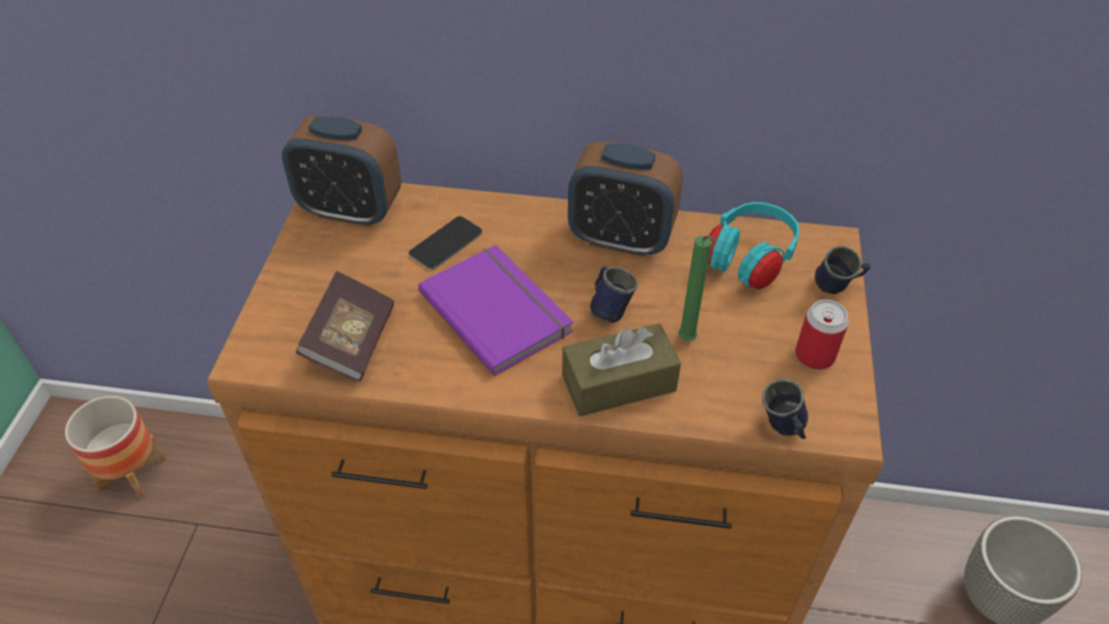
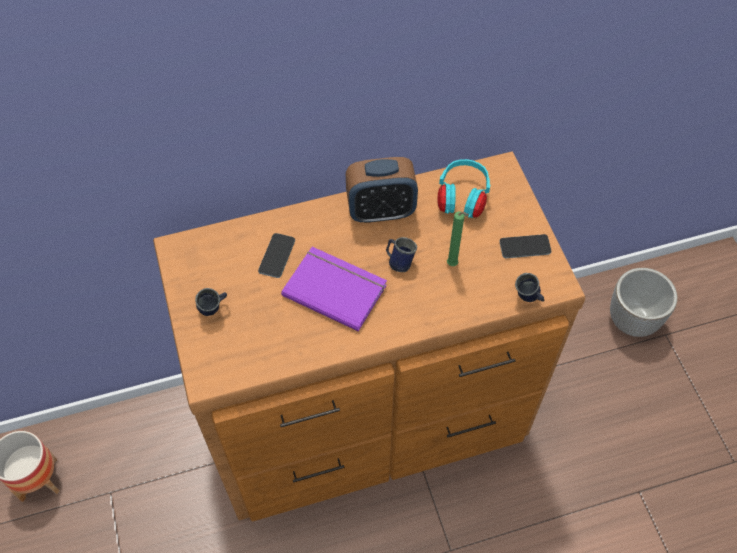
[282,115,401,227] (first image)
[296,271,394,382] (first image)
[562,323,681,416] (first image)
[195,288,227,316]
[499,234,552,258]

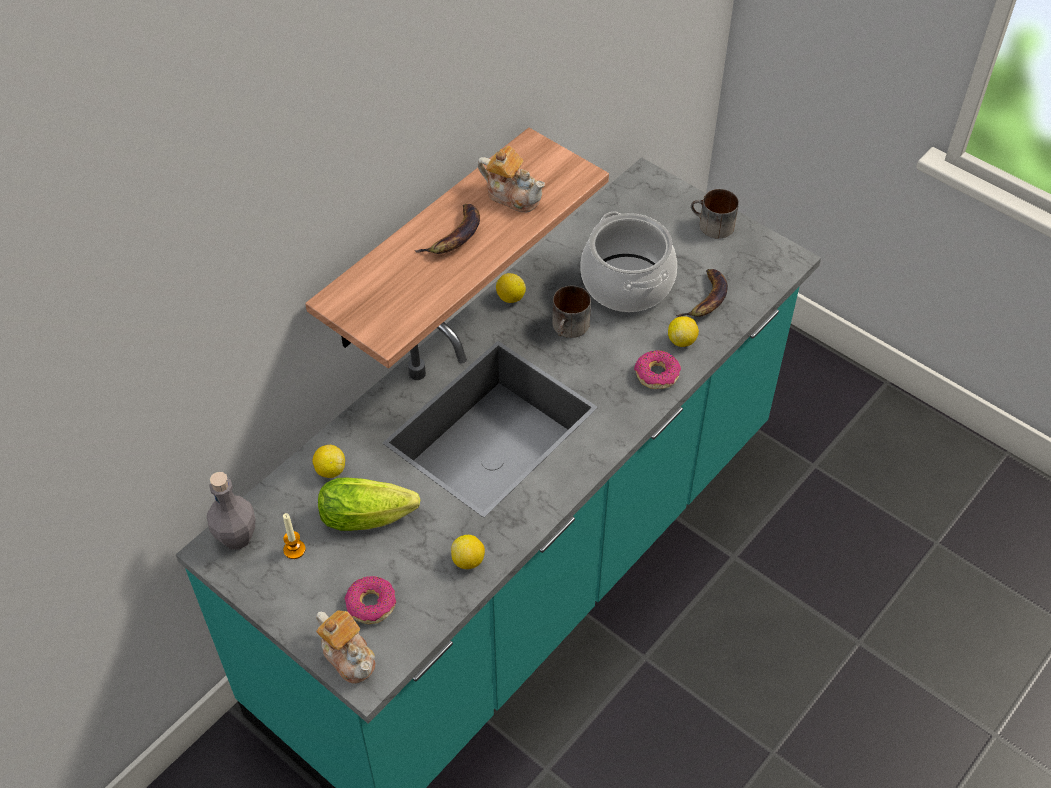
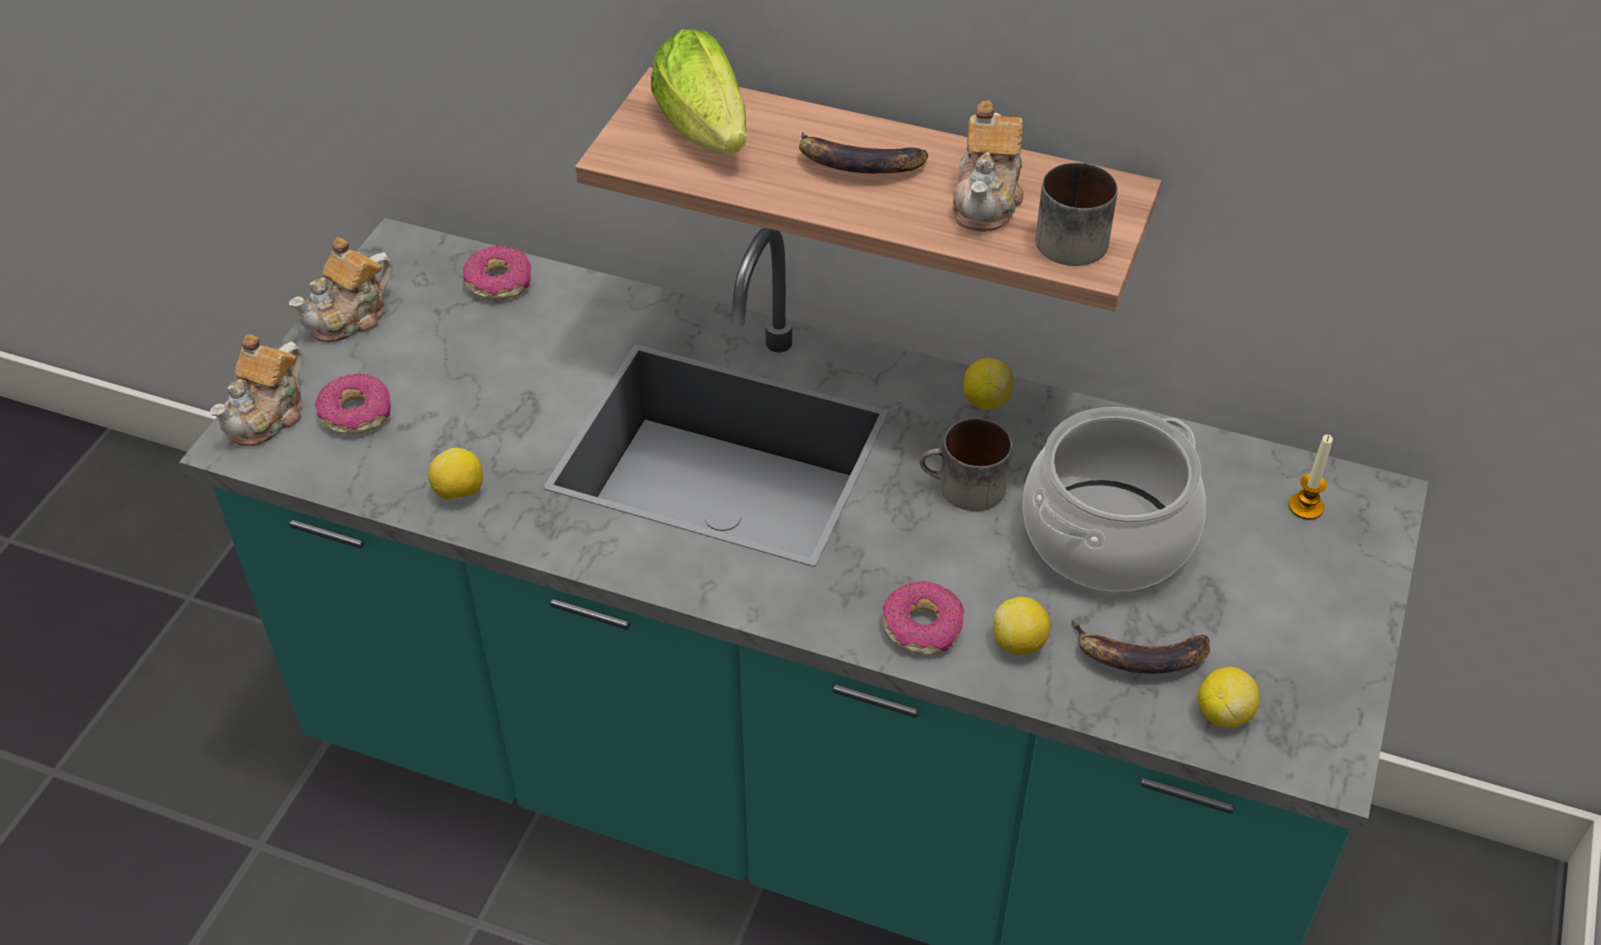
[207,472,255,549] (first image)
[289,237,393,343]
[463,246,531,300]
[1289,435,1333,520]
[1198,667,1260,728]
[651,29,746,154]
[1035,162,1118,266]

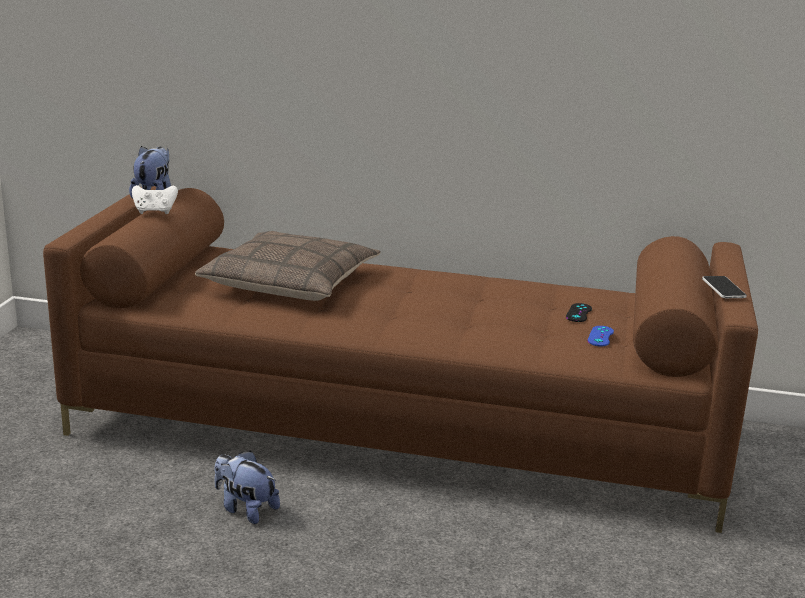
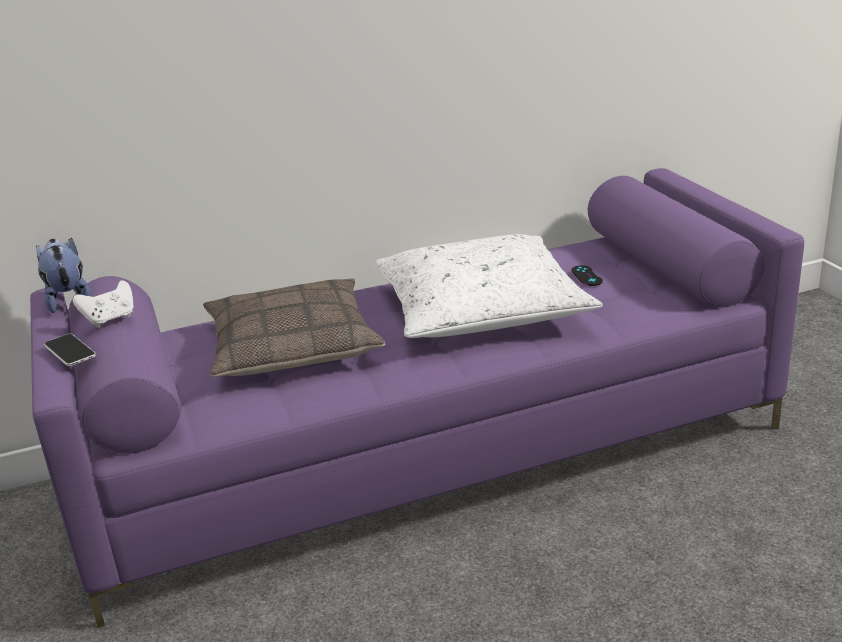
[214,451,280,524] (first image)
[587,326,614,346] (first image)
[374,234,603,338]
[44,334,96,366]
[30,168,804,628]

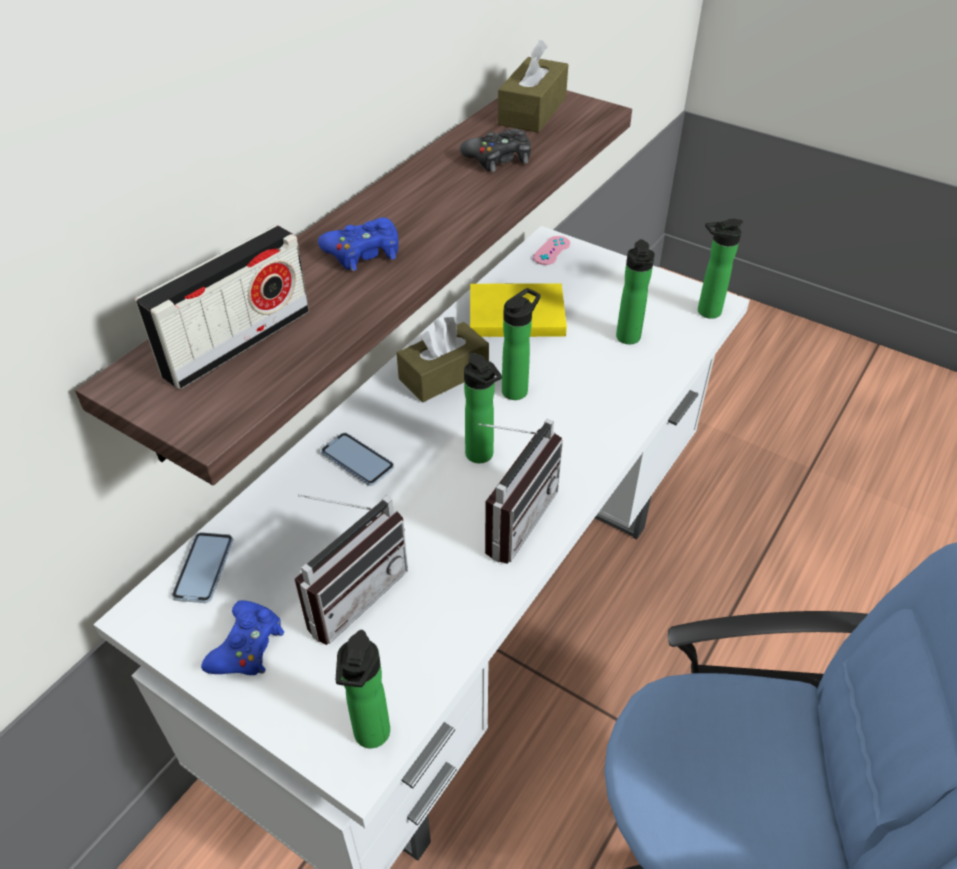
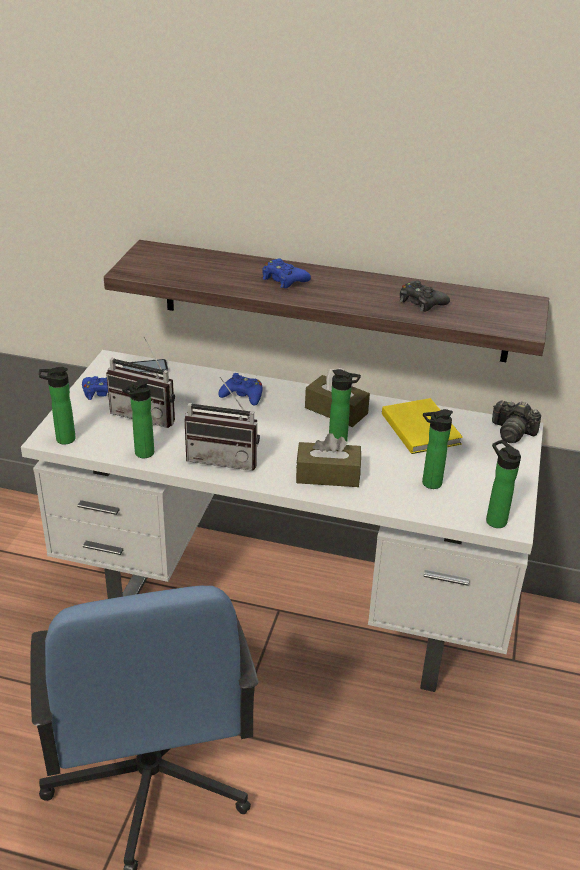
[135,225,309,389] (first image)
[122,378,154,458]
[296,433,361,487]
[218,373,263,406]
[492,401,541,443]

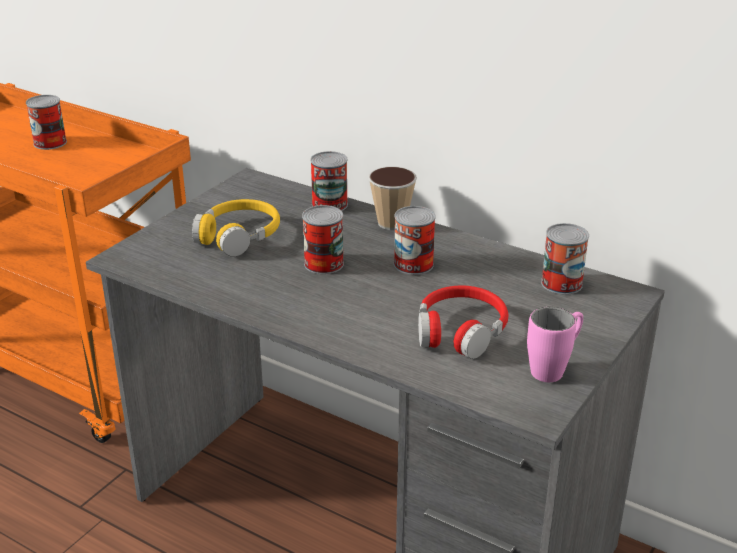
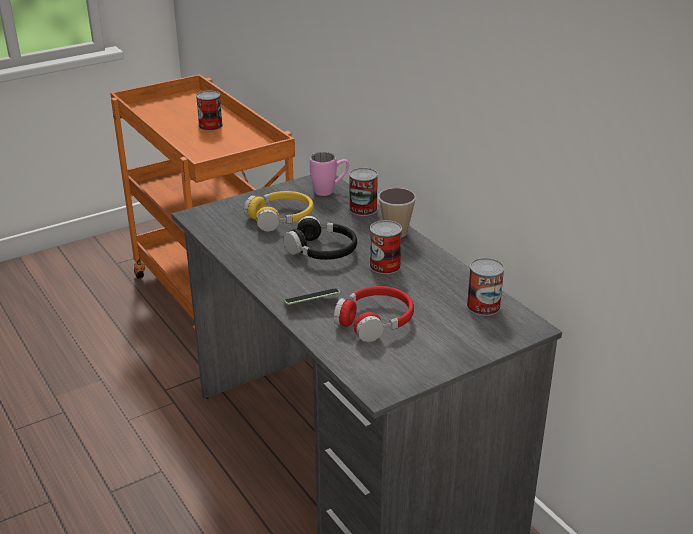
[284,288,341,305]
[310,152,349,196]
[283,216,357,260]

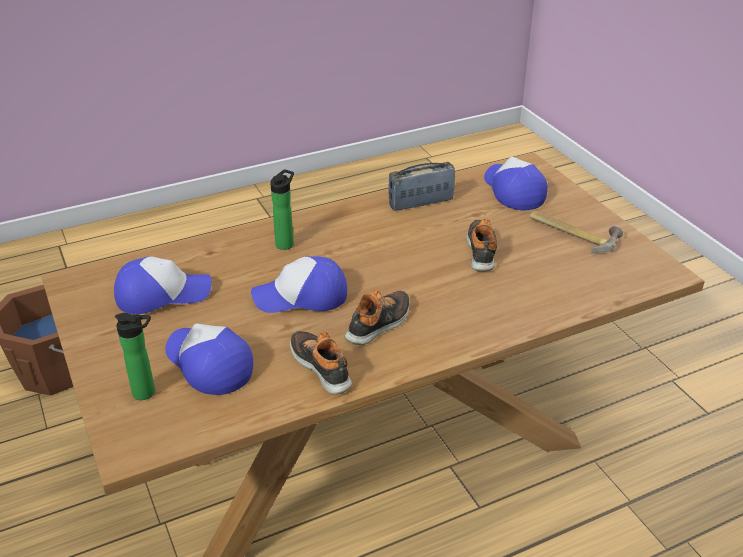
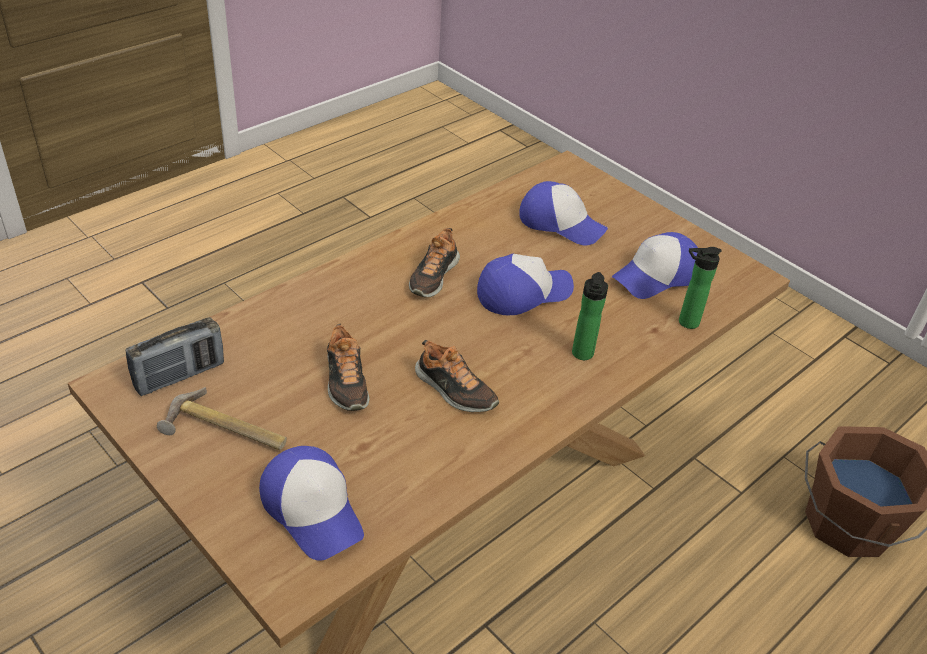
[679,247,722,329]
[415,340,499,412]
[125,317,224,396]

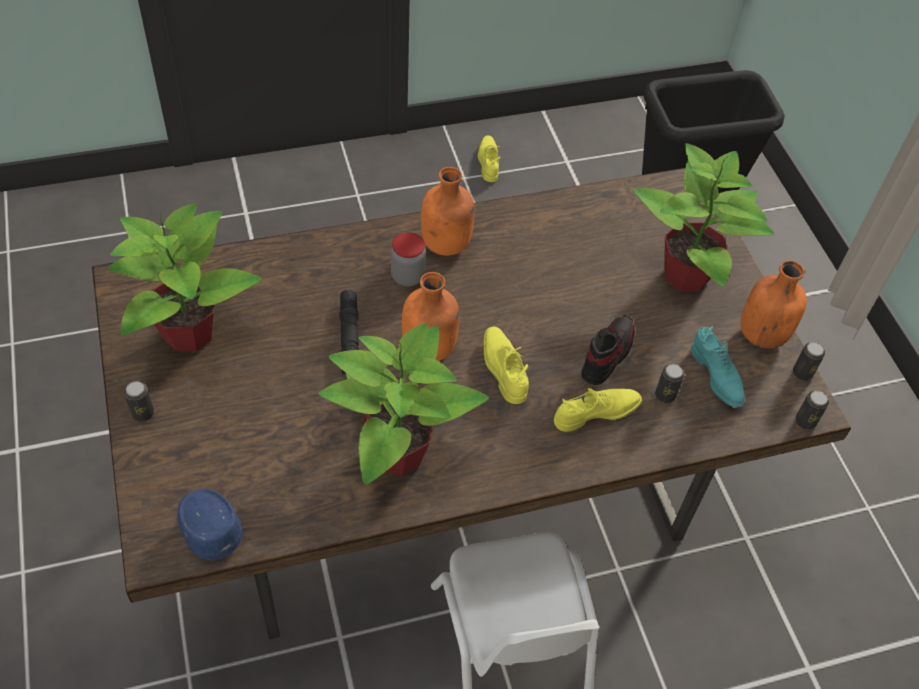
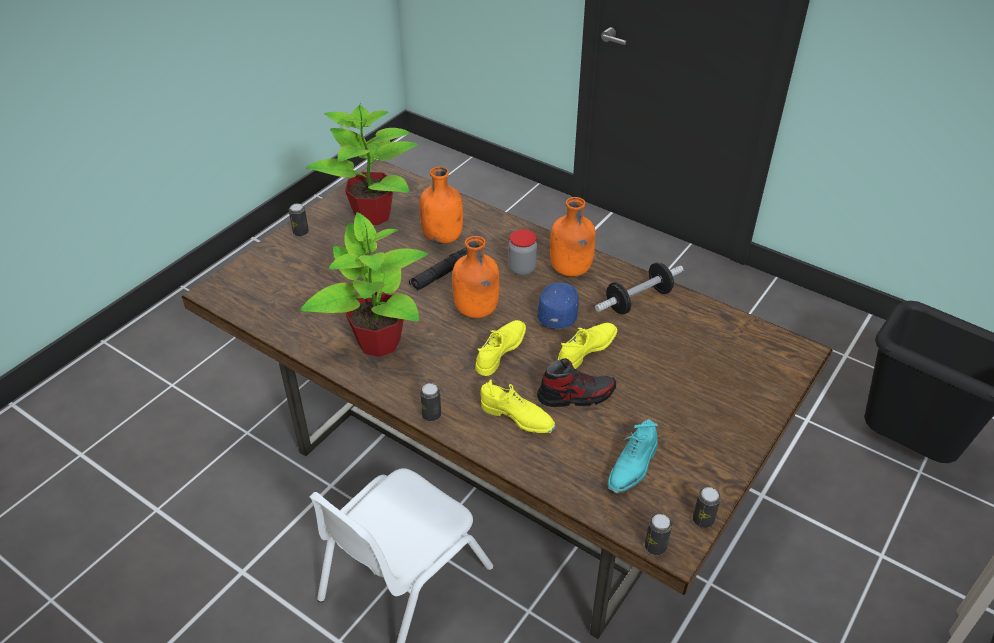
[633,143,774,292] (first image)
[595,263,683,314]
[537,282,579,329]
[558,323,617,369]
[420,383,441,421]
[420,167,463,244]

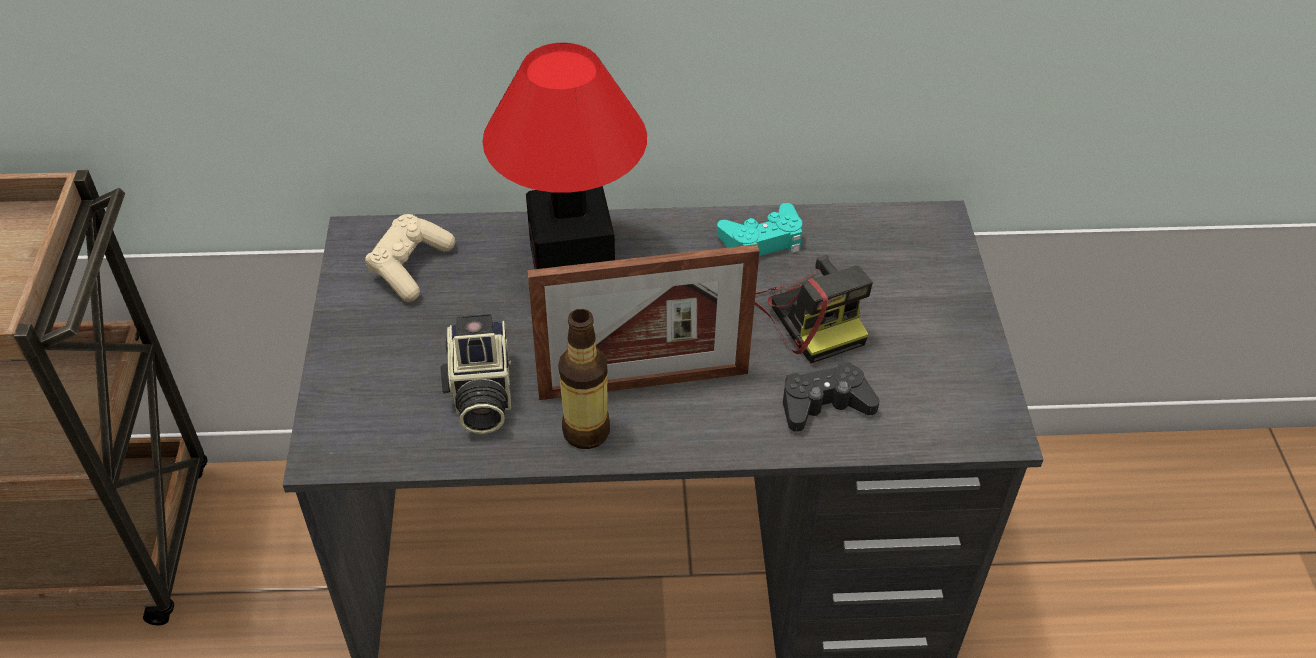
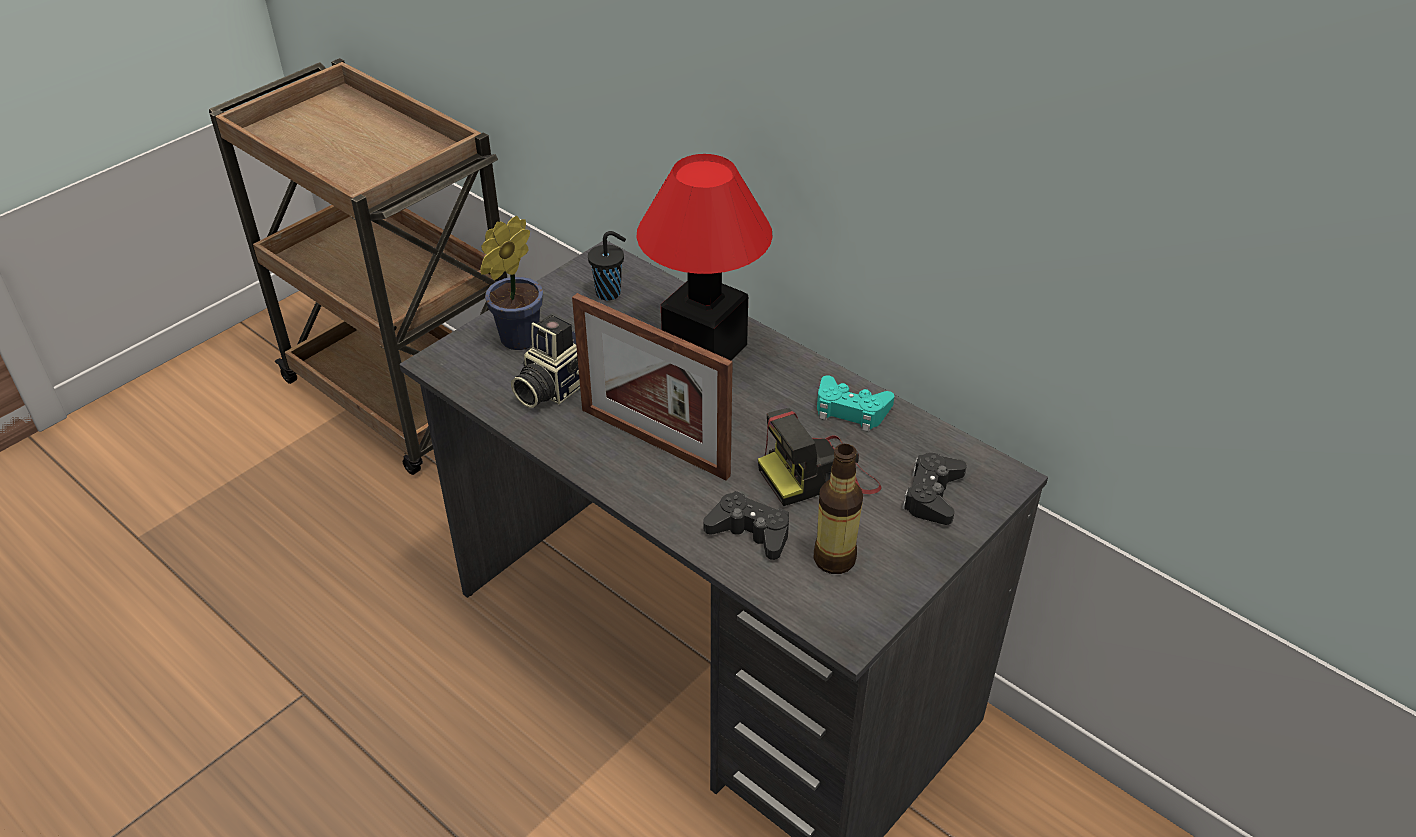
[480,216,543,350]
[902,453,967,525]
[814,444,863,574]
[588,231,626,300]
[758,408,881,506]

